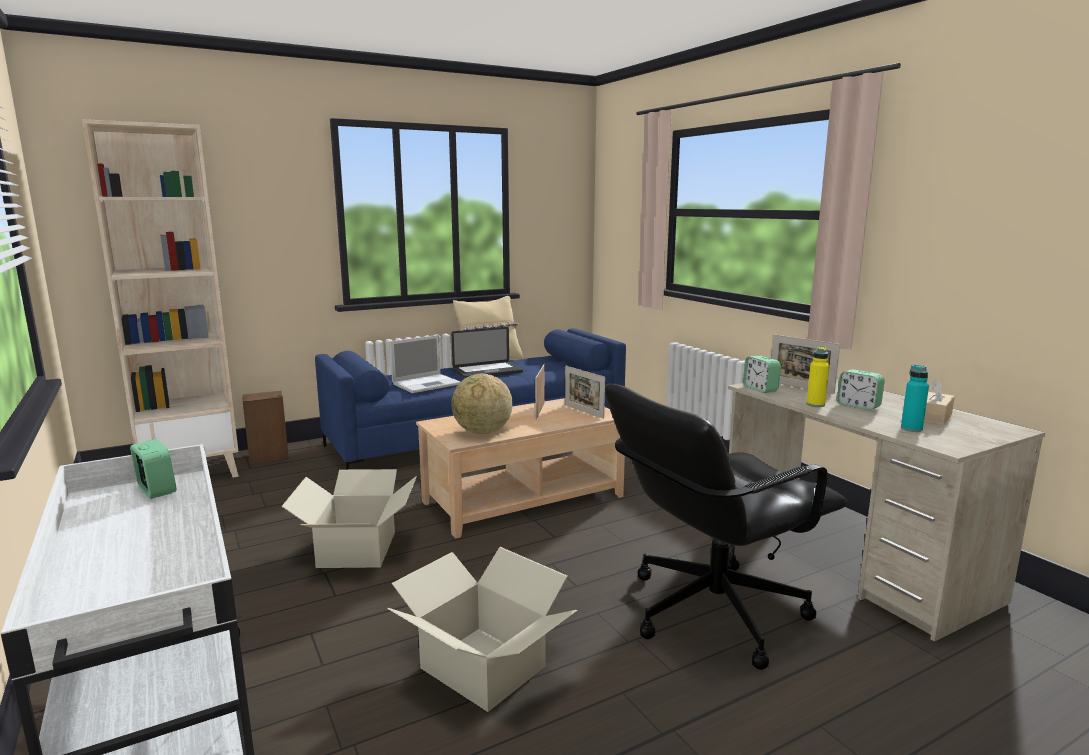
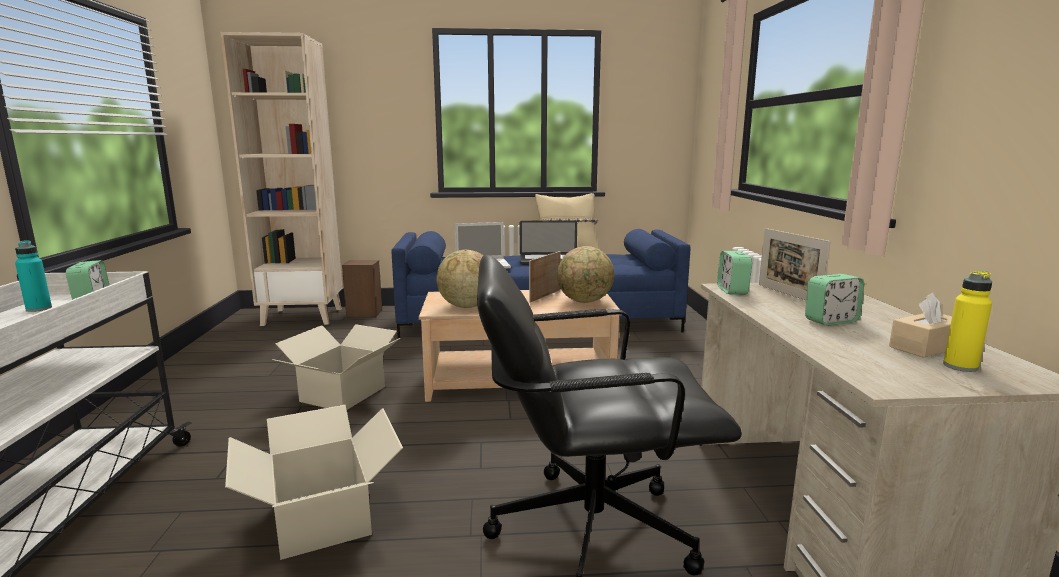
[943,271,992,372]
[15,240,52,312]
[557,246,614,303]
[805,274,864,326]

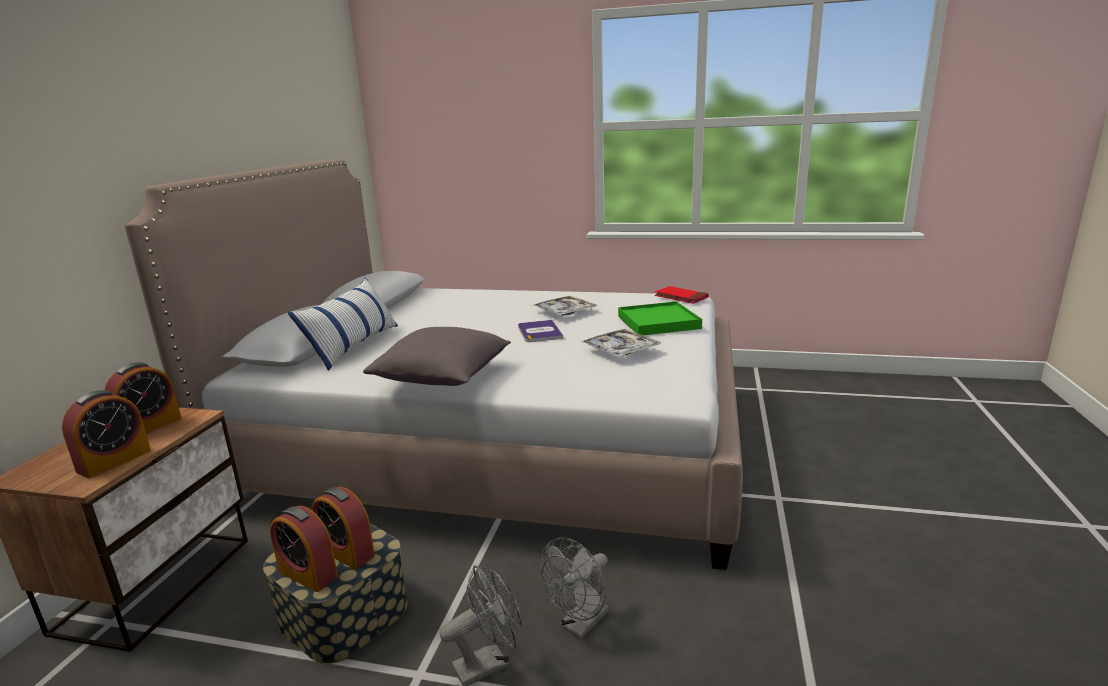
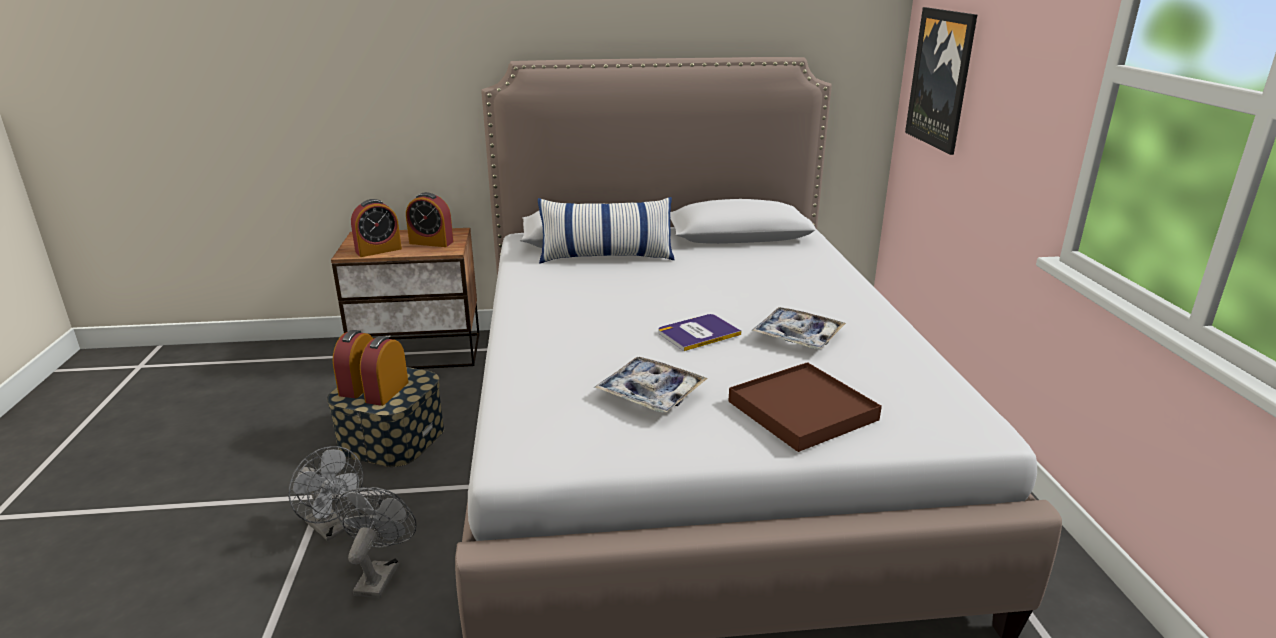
[363,327,511,386] (first image)
[655,286,709,304] (first image)
[905,7,977,155]
[728,362,882,452]
[351,199,402,257]
[335,487,417,598]

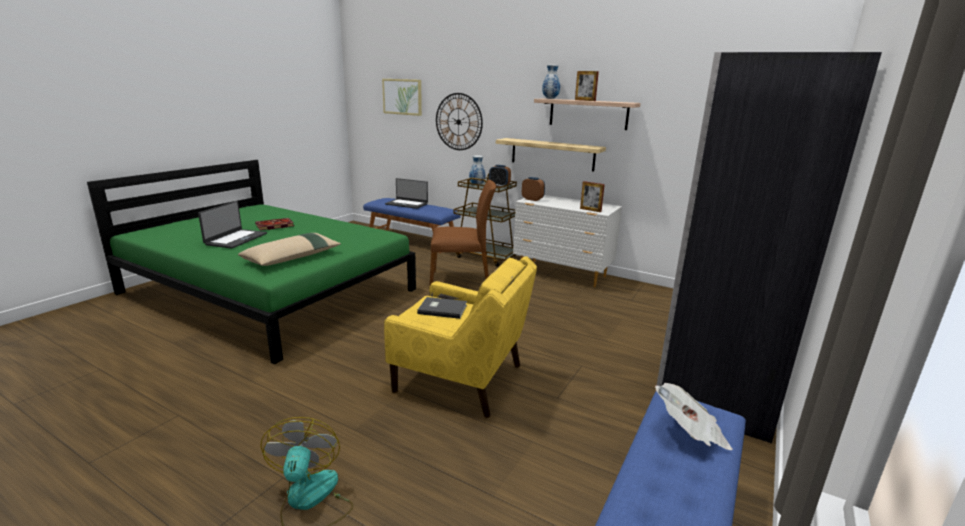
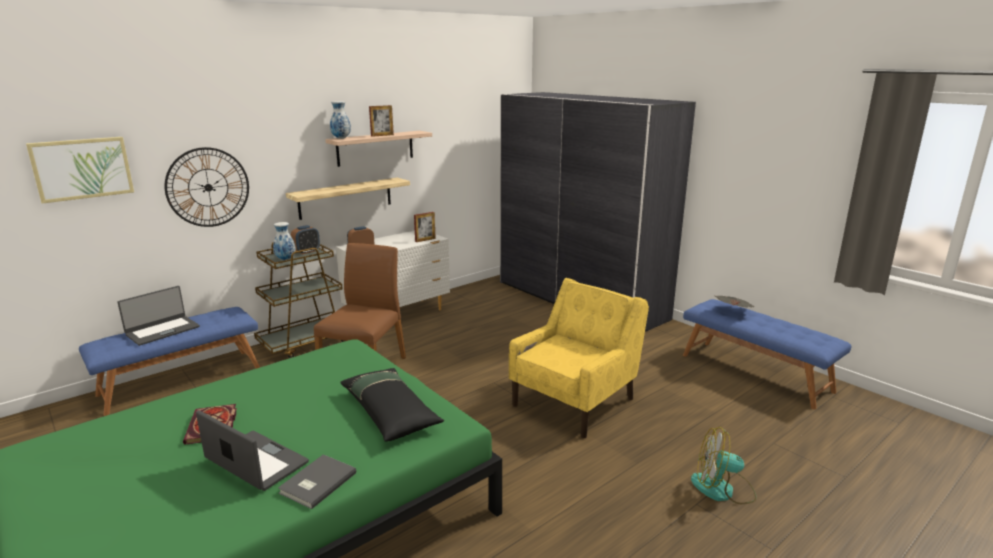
[278,454,356,509]
[340,368,444,442]

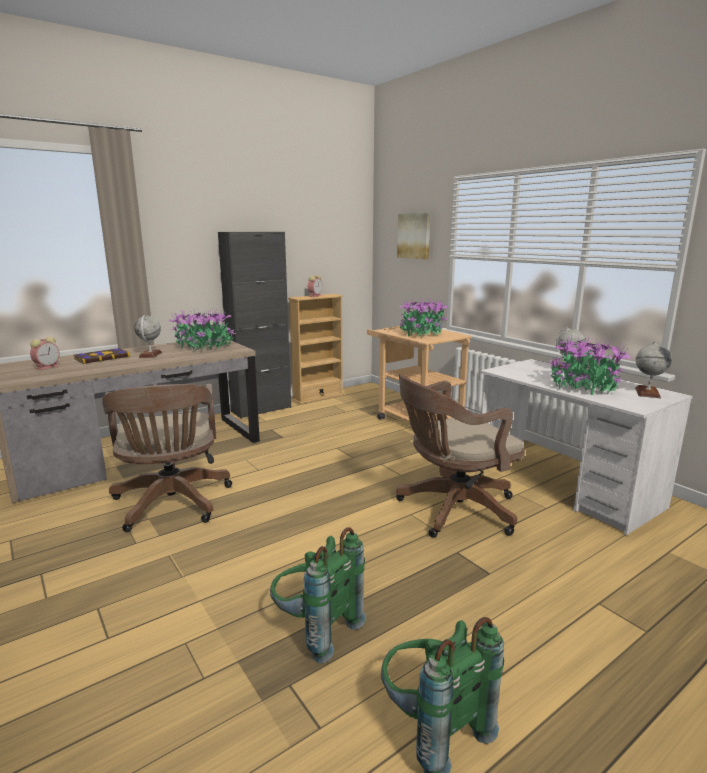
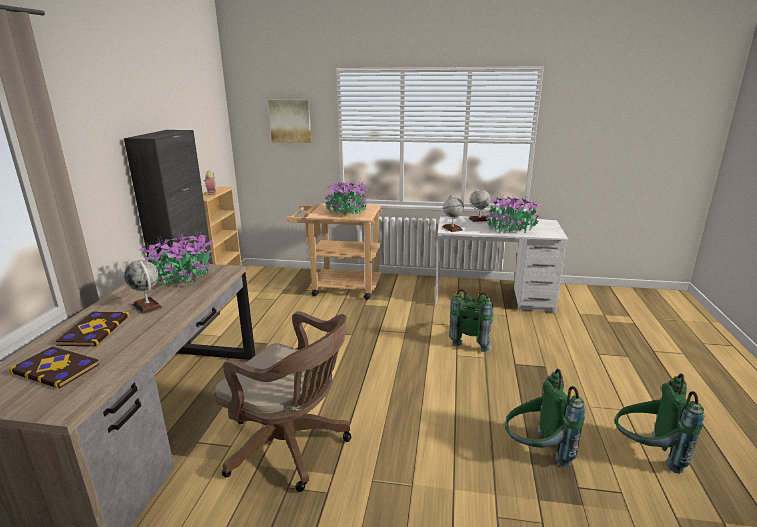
[443,195,464,232]
[9,346,100,389]
[449,289,493,352]

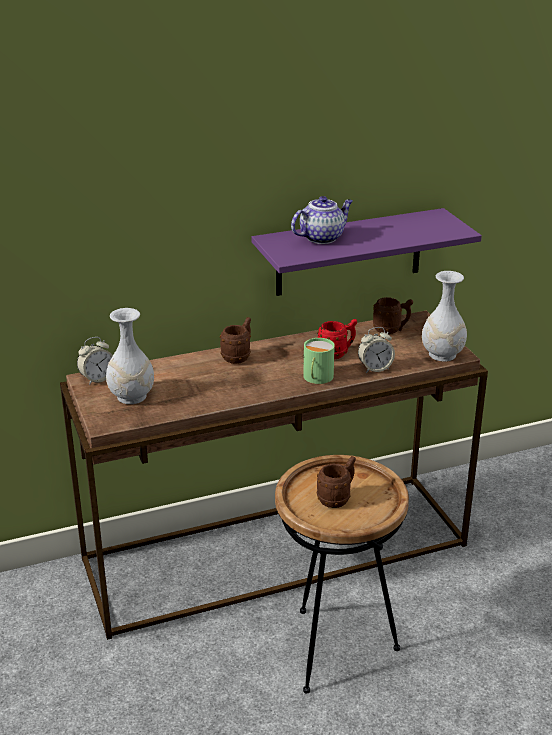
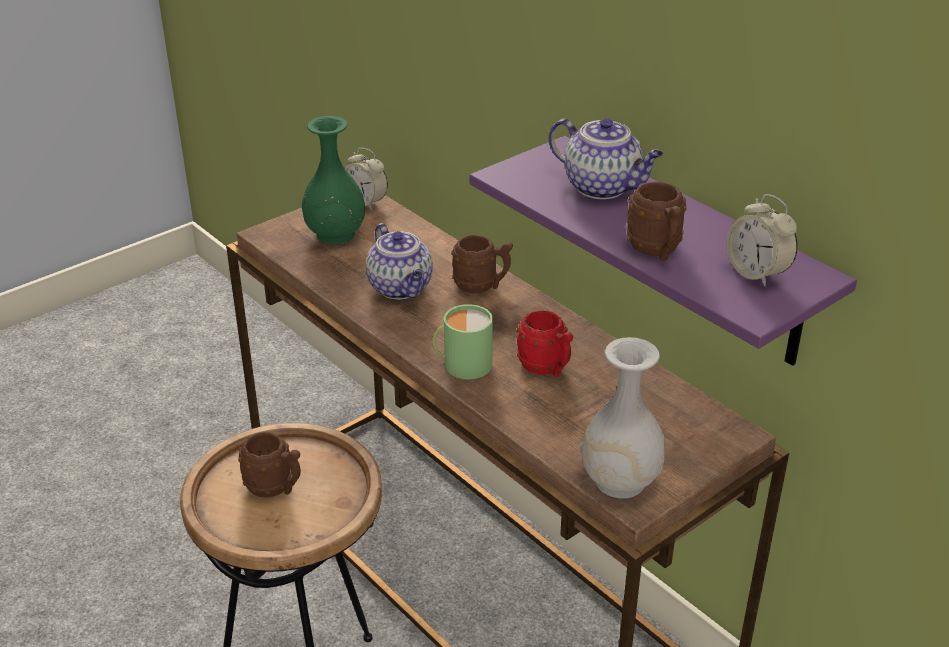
[366,223,433,299]
[726,194,798,287]
[627,182,687,261]
[302,116,365,245]

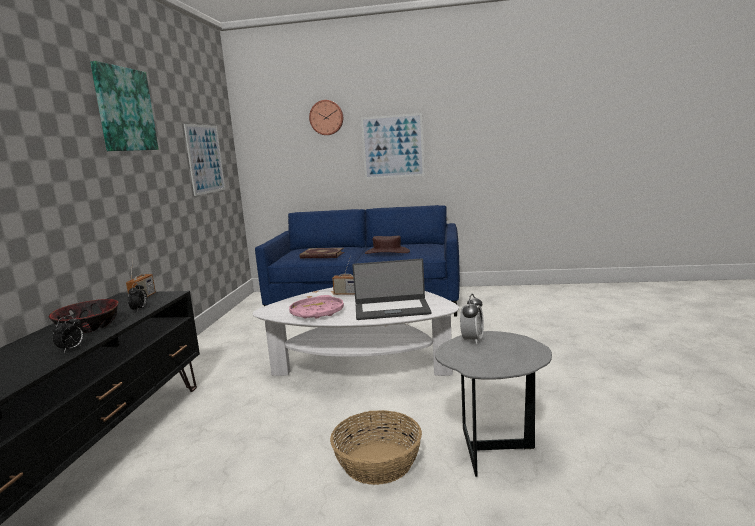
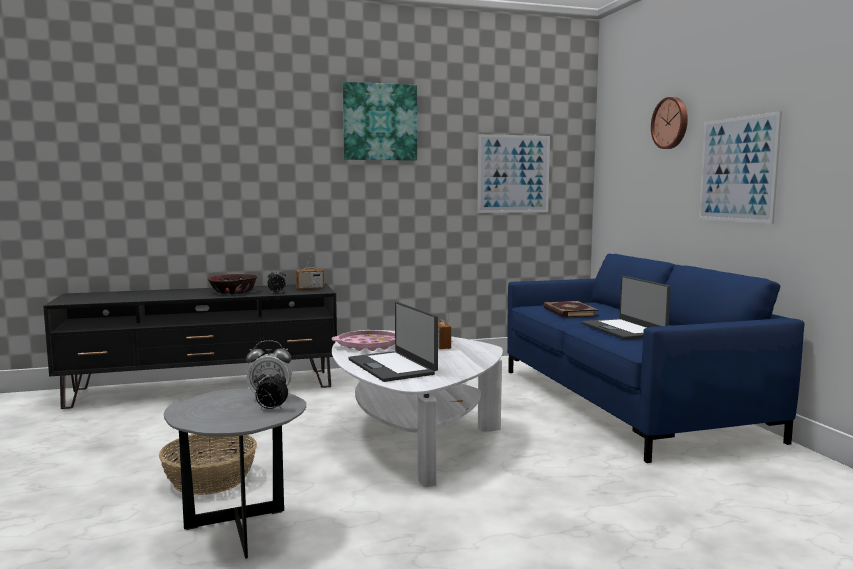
[254,369,288,410]
[581,276,671,340]

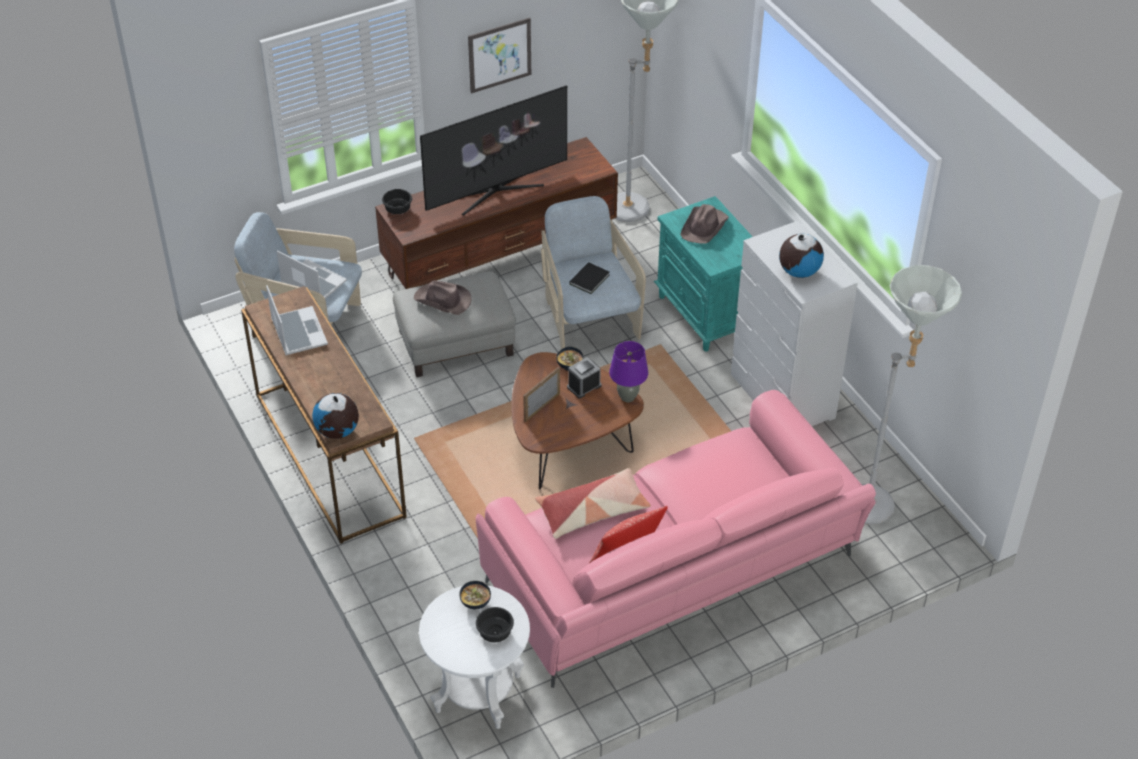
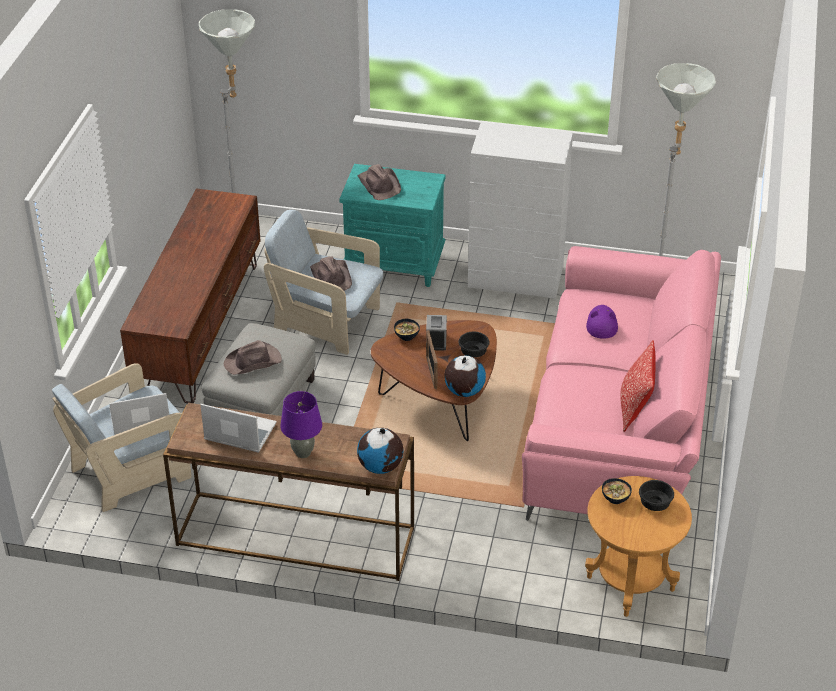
[420,85,567,216] (first image)
[468,17,531,93] (first image)
[535,468,651,539] (first image)
[586,305,618,339]
[459,331,490,358]
[280,391,322,458]
[444,356,486,397]
[310,256,352,291]
[585,476,692,617]

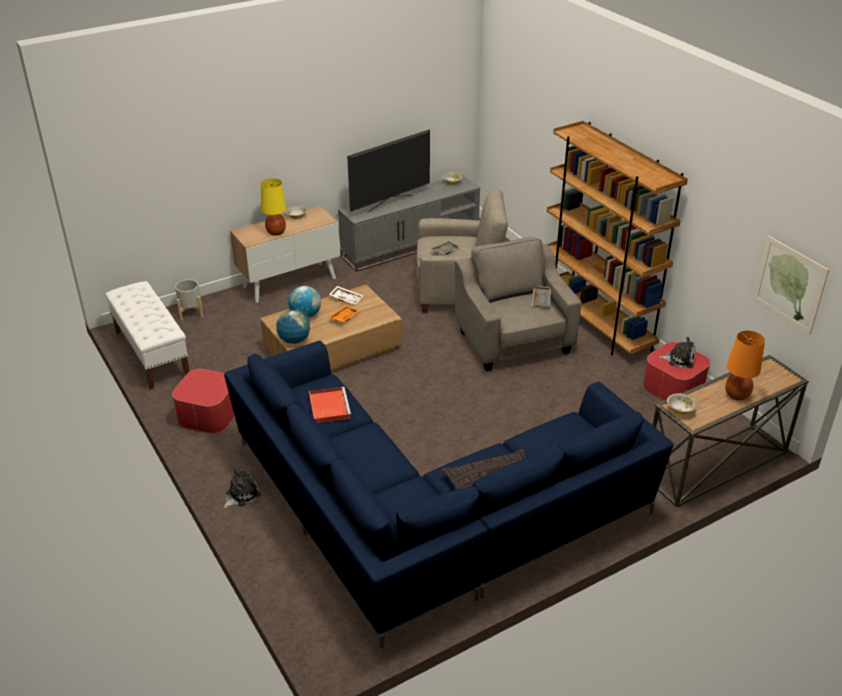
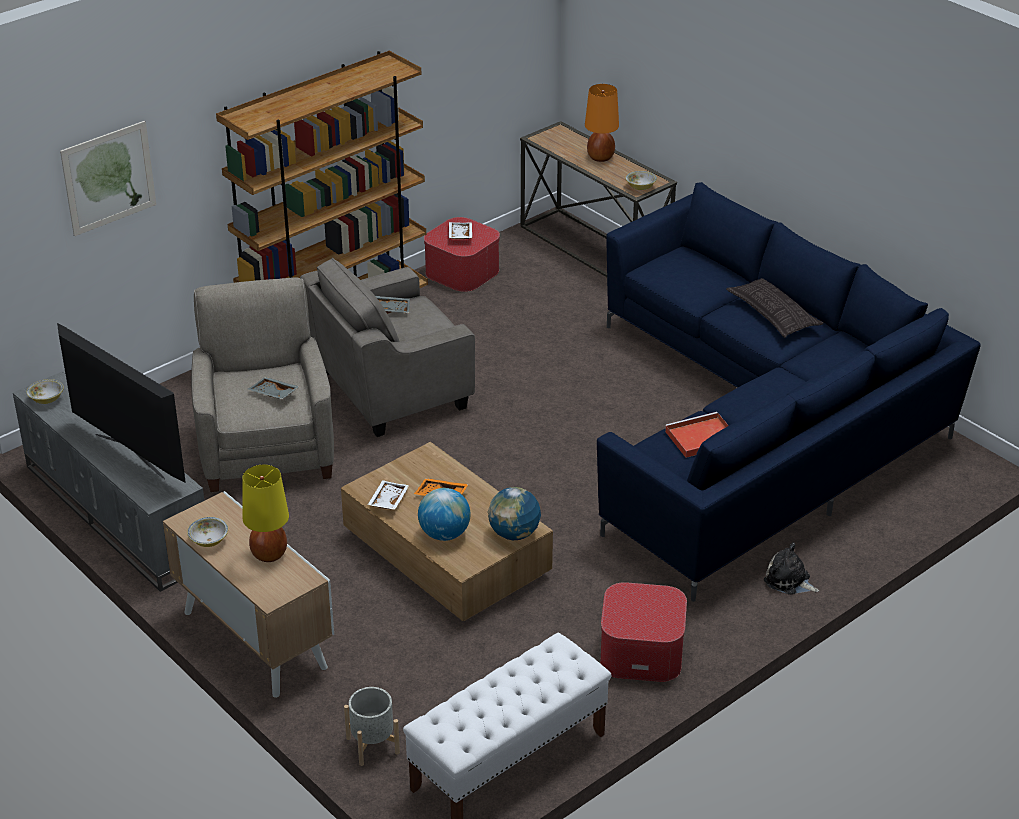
[60,121,156,236]
[449,222,472,239]

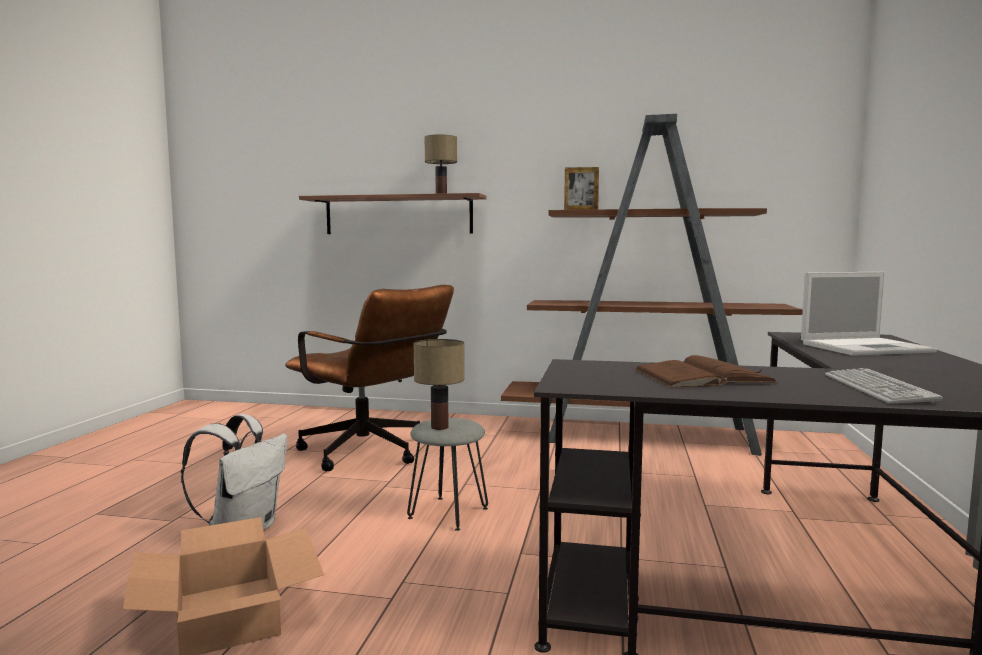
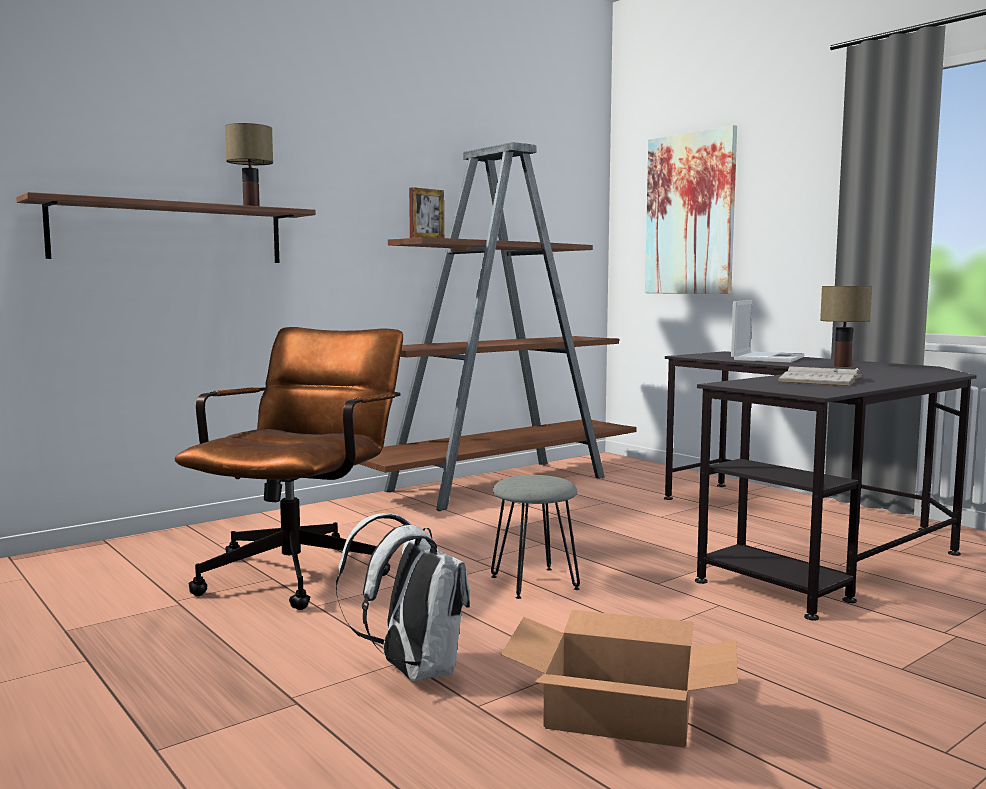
[825,368,943,404] (first image)
[645,125,737,294]
[820,286,872,367]
[777,367,863,386]
[175,327,403,610]

